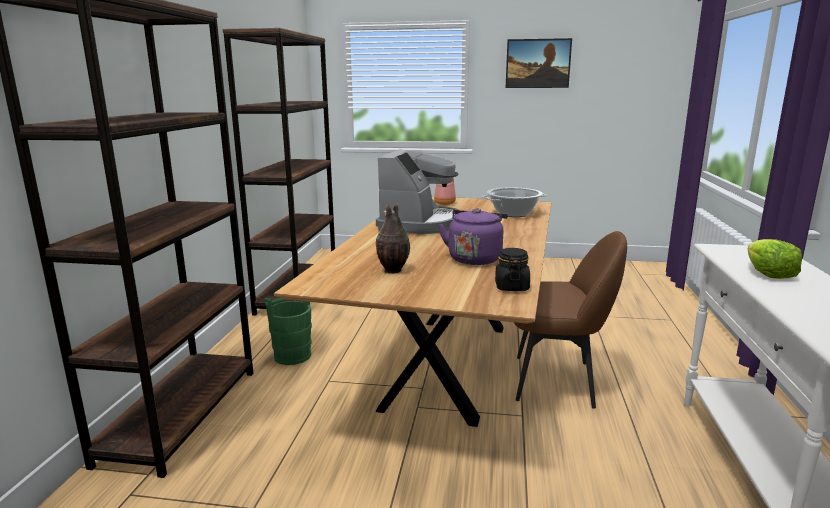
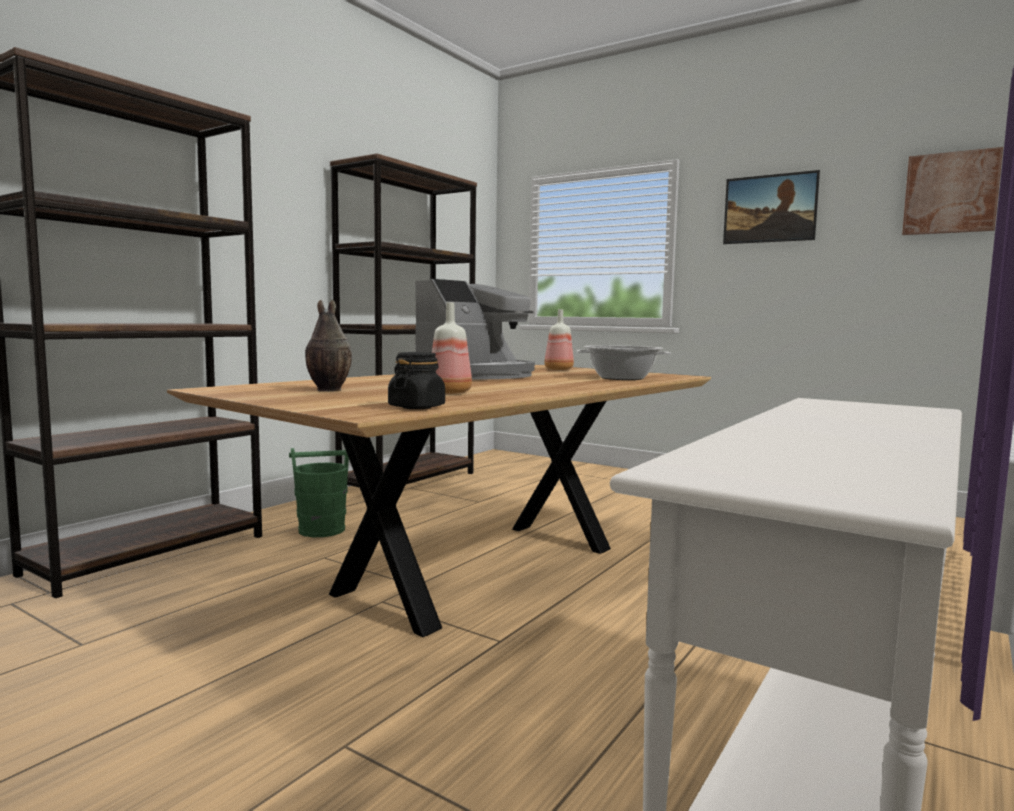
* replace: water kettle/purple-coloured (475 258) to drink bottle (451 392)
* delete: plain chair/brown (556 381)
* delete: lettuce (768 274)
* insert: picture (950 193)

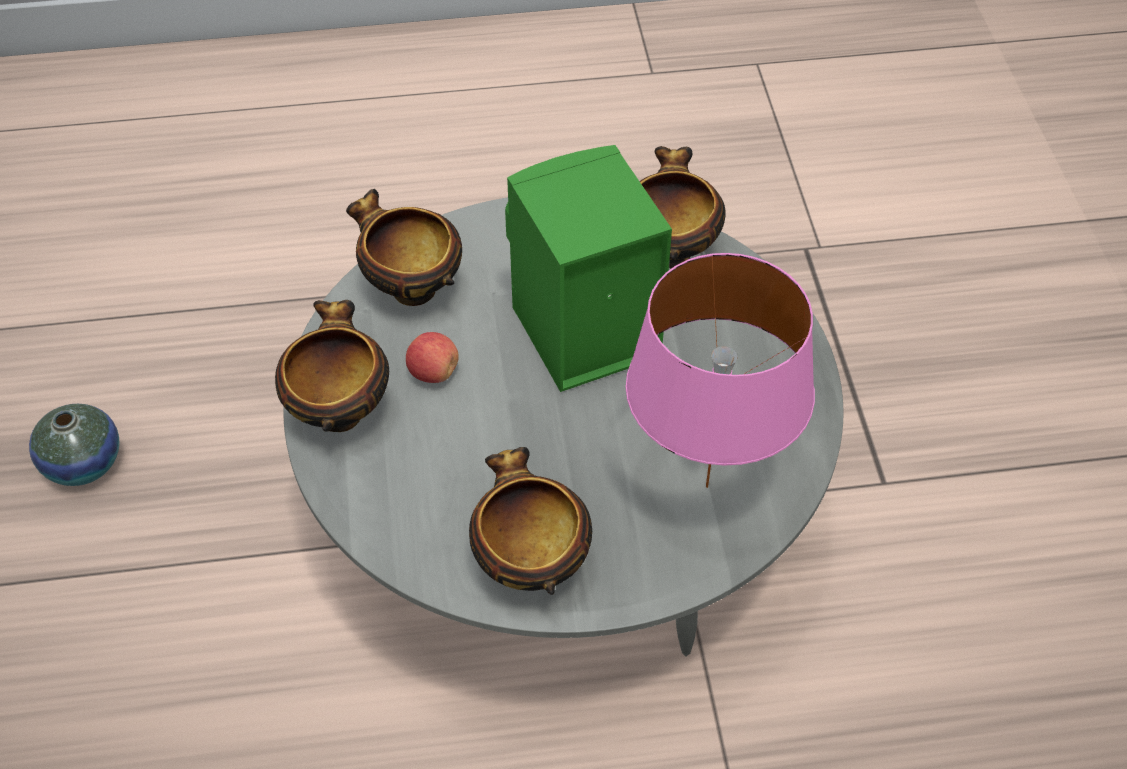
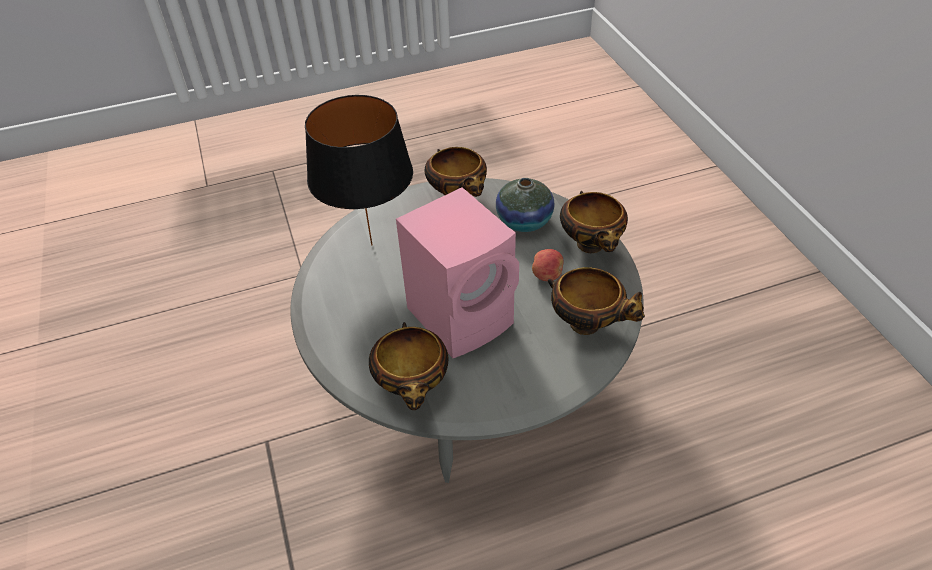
* move: flower vase (83 463) to (524 221)
* recolor: speaker/green-coloured (579 333) to speaker/pink (463 315)
* recolor: lamp for a table/pink (708 485) to lamp for a table/black (371 245)

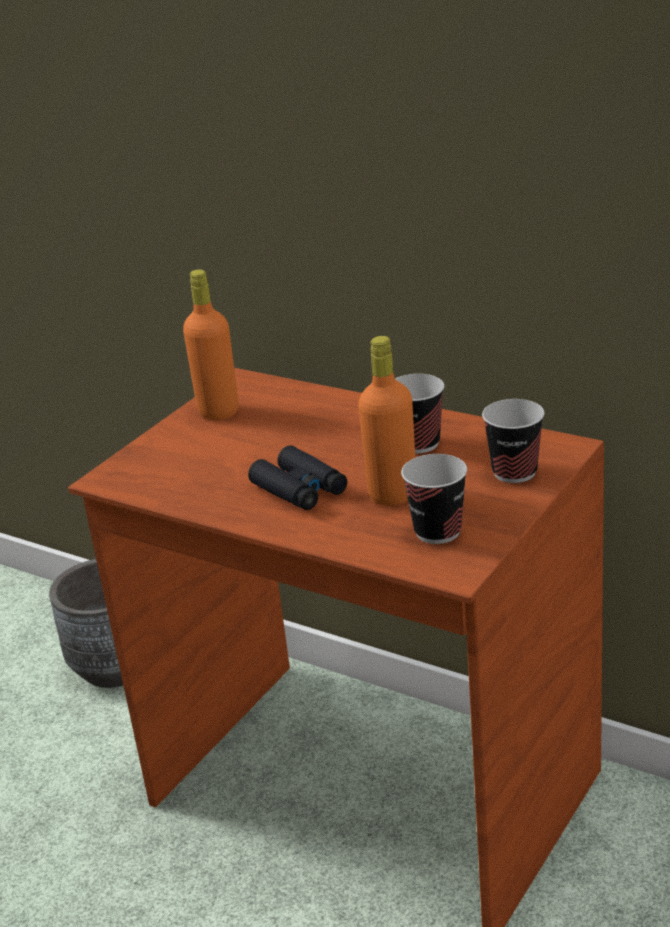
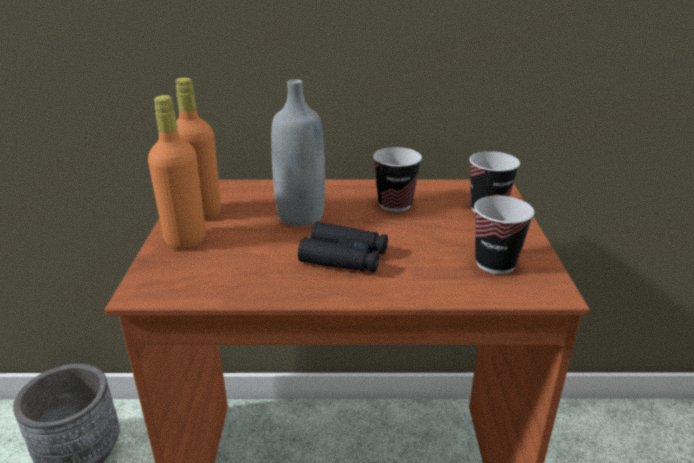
* move: drink bottle/orange-coloured (392 494) to (185 240)
* insert: drink bottle/greyish (300 216)

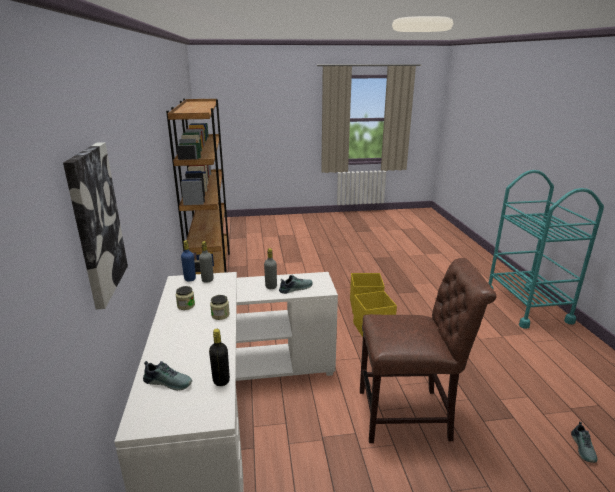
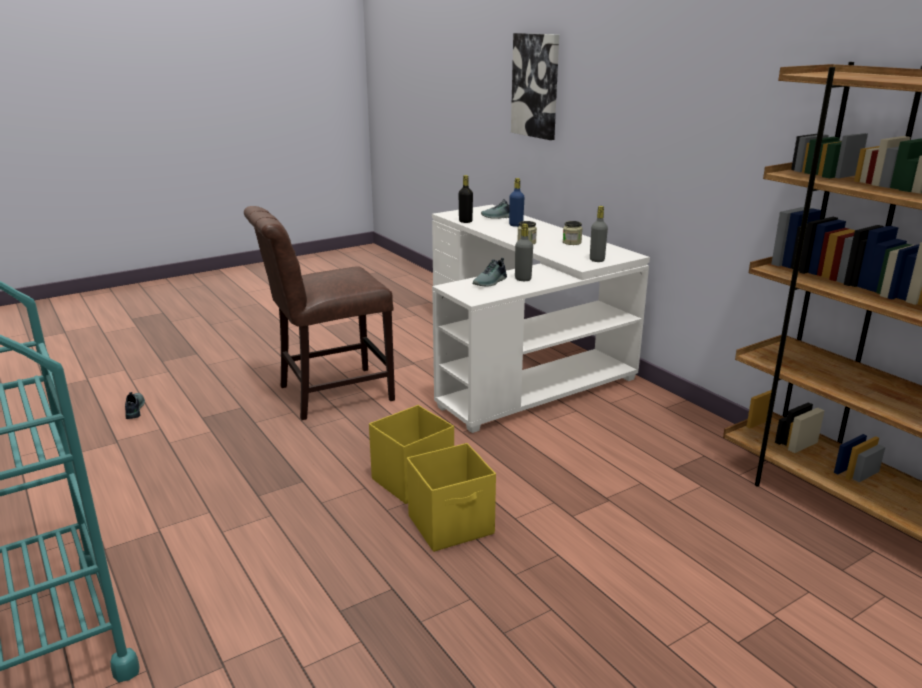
* move: drink bottle/bluish (190 279) to (516 225)

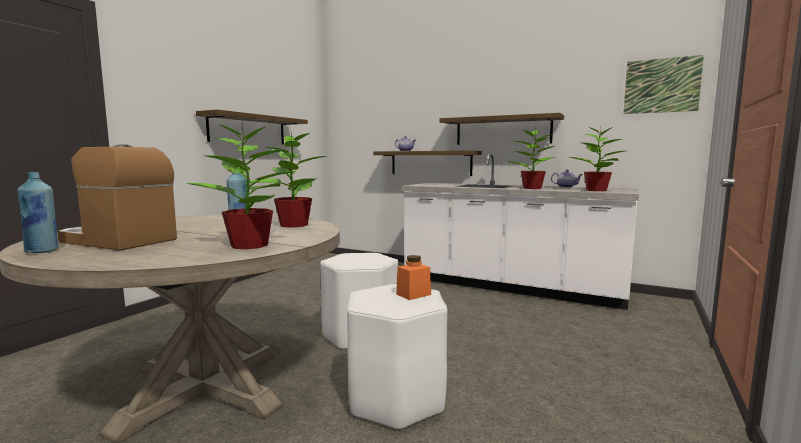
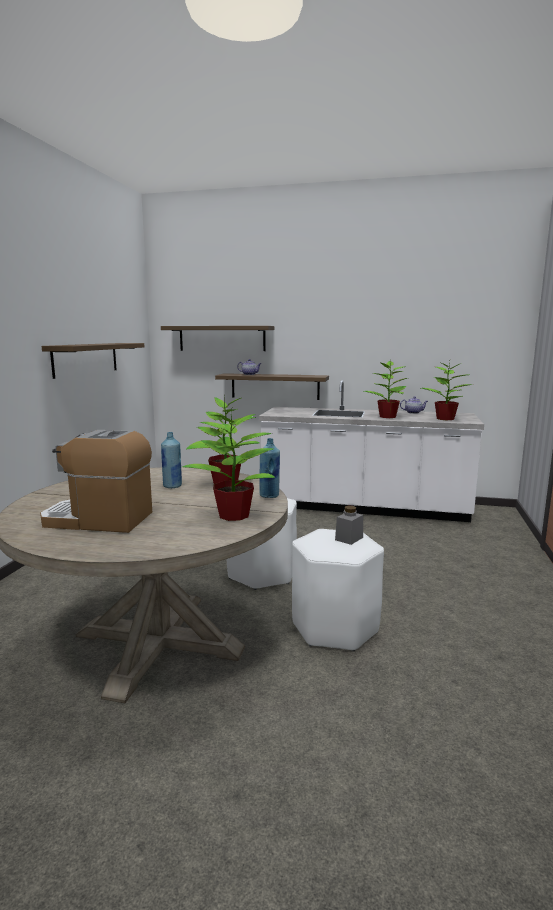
* move: drink bottle/bluish (42 251) to (269 496)
* recolor: jar/orange-coloured (413 294) to jar/greyish (349 538)
* move: wall shelf (502 131) to (222 338)
* delete: picture (661 85)

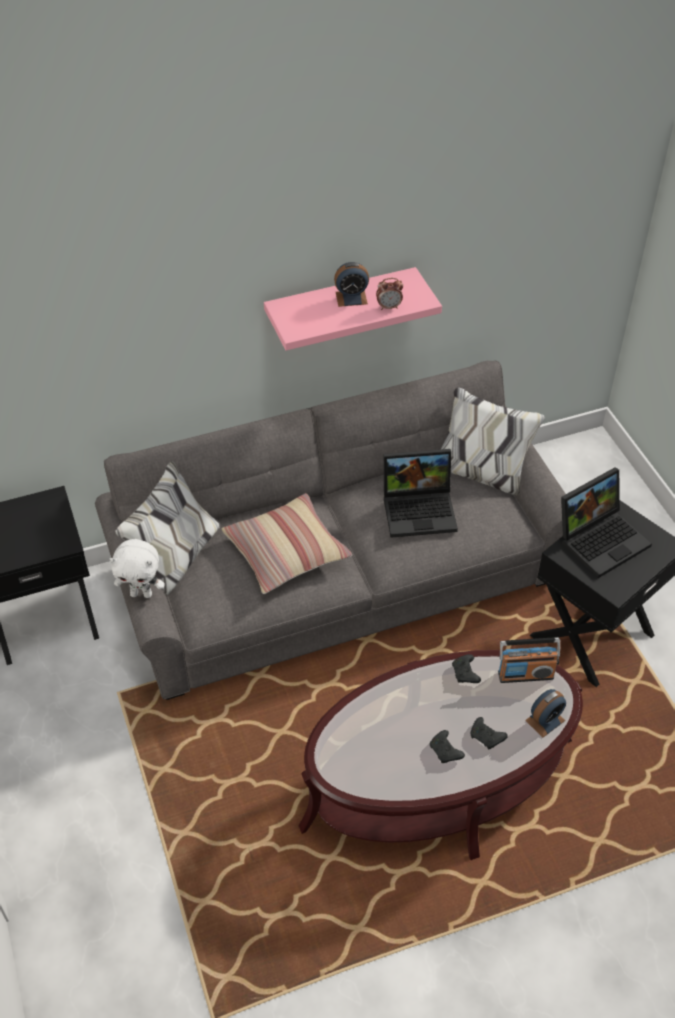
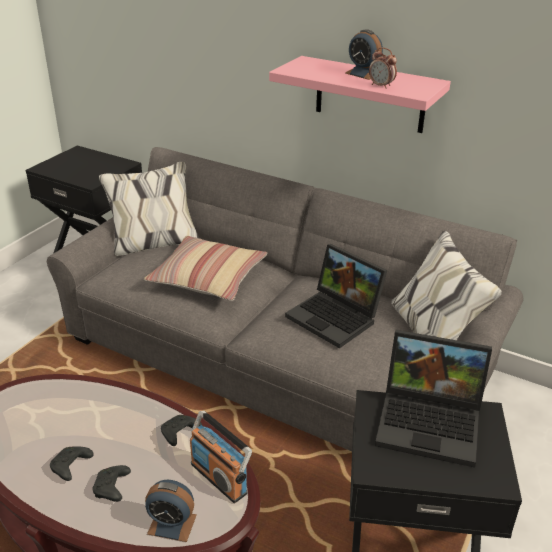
* delete: soft toy/white (142 593)

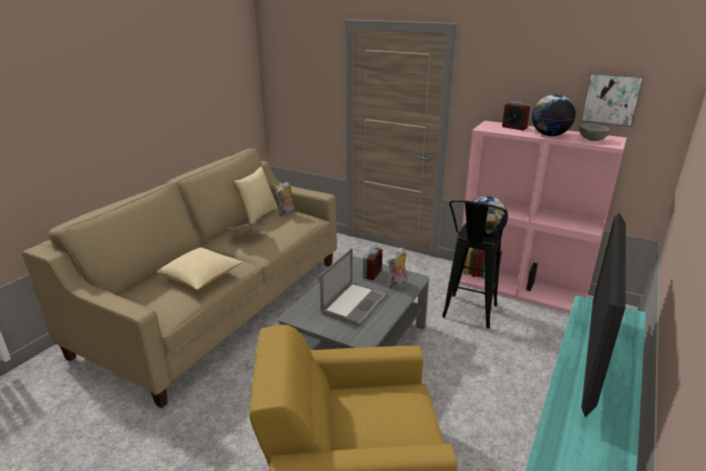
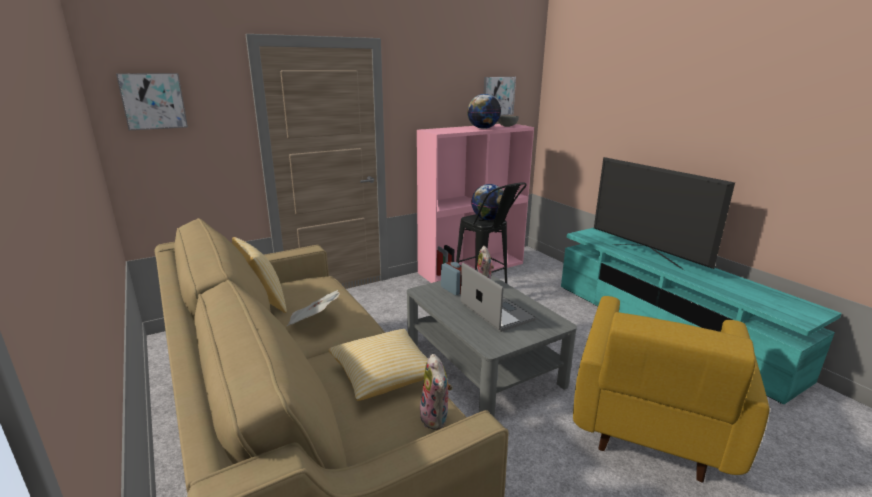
* move: soft toy (286 214) to (436 418)
* delete: table clock (514 127)
* insert: picture (153 101)

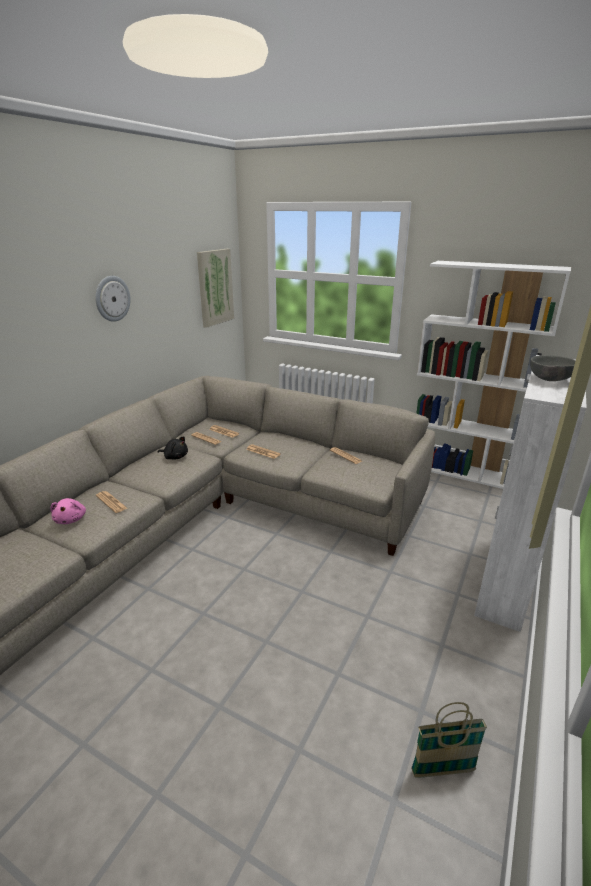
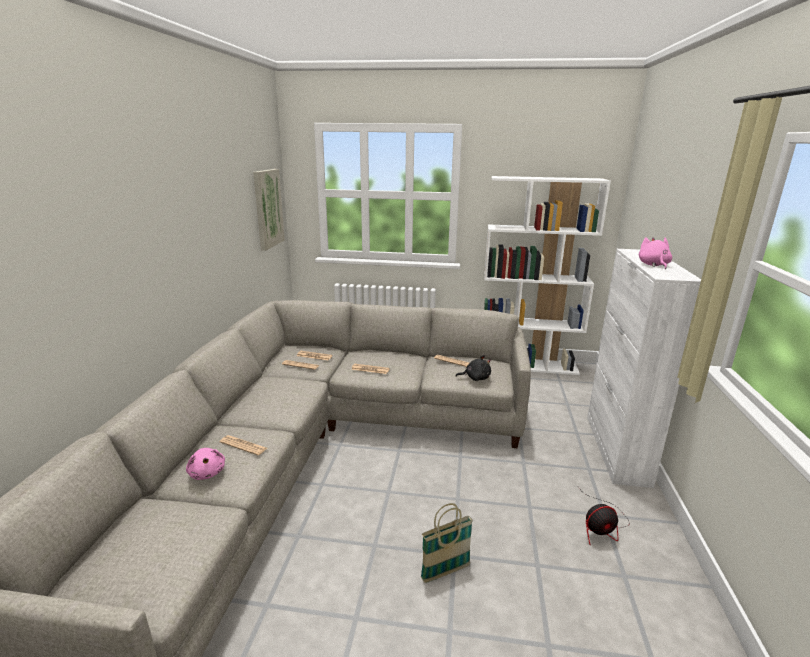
* delete: clock on the wall (112 298)
* move: soft toy/black (175 457) to (475 378)
* move: household basket (442 771) to (445 572)
* replace: bowl/greyish (549 380) to soft toy/pink (653 265)
* insert: fan (601 526)

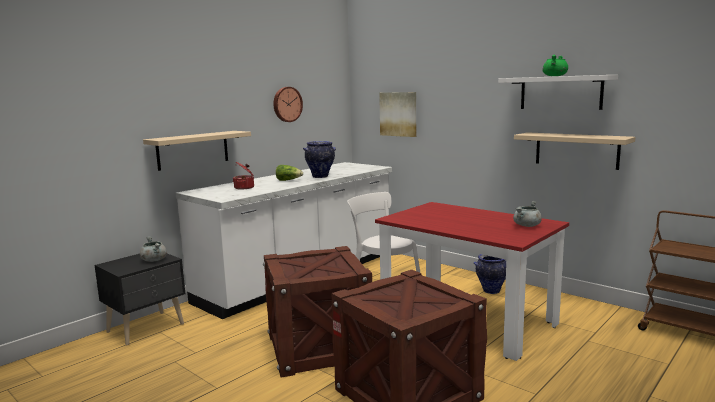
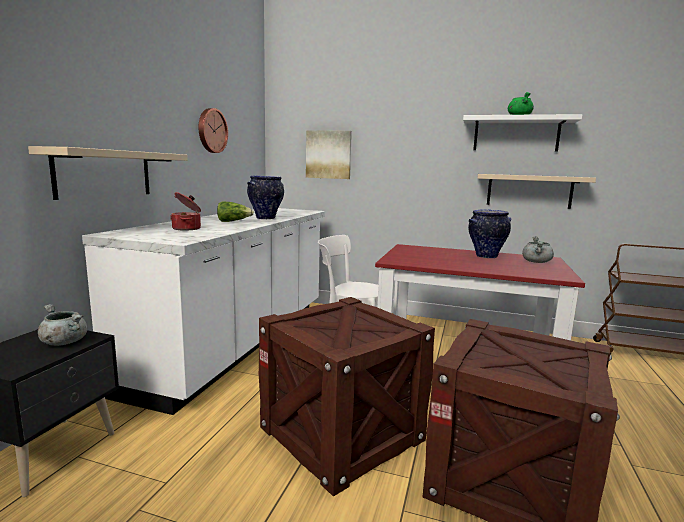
* move: flower vase (491 291) to (486 256)

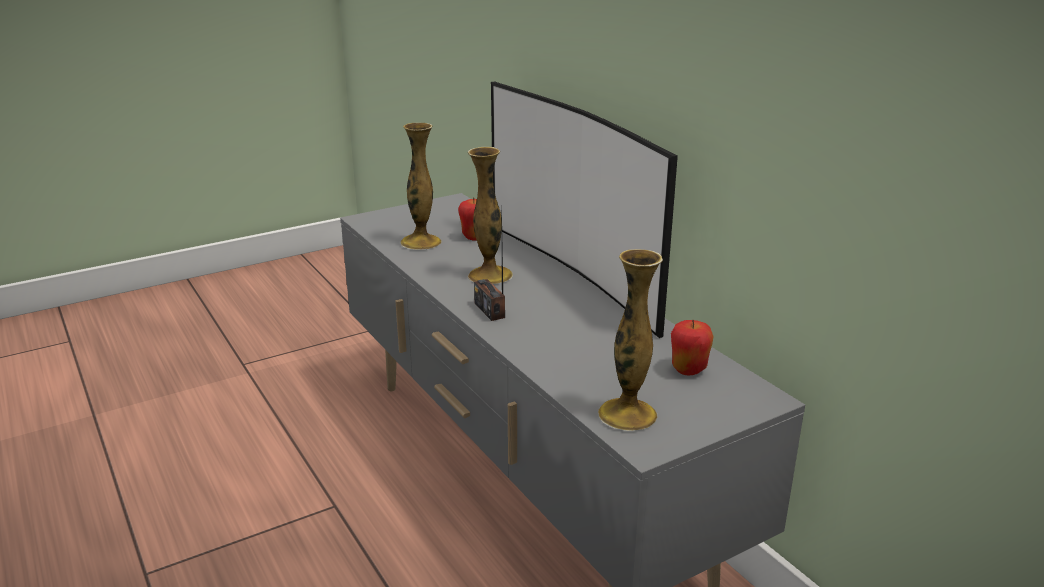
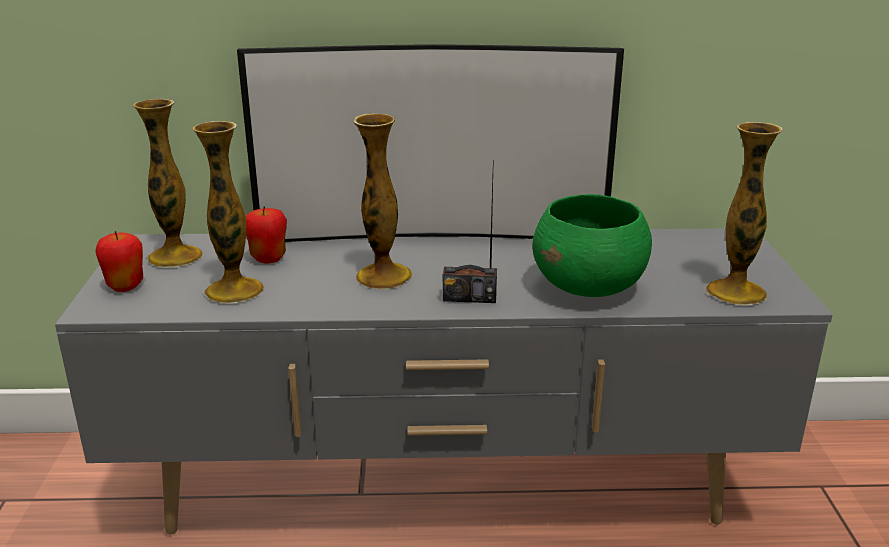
* move: apple fruit (688 370) to (125 286)
* insert: flower vase (175 257)
* insert: bowl/green-coloured (589 287)

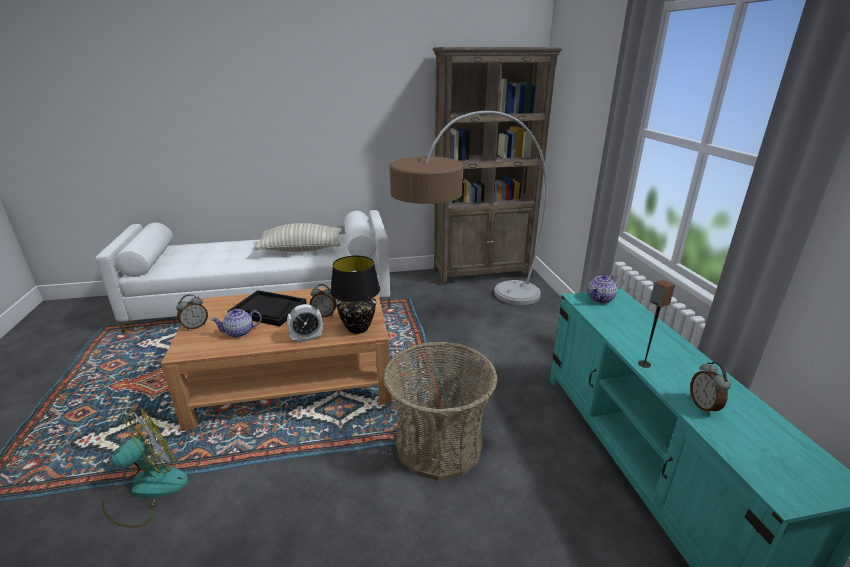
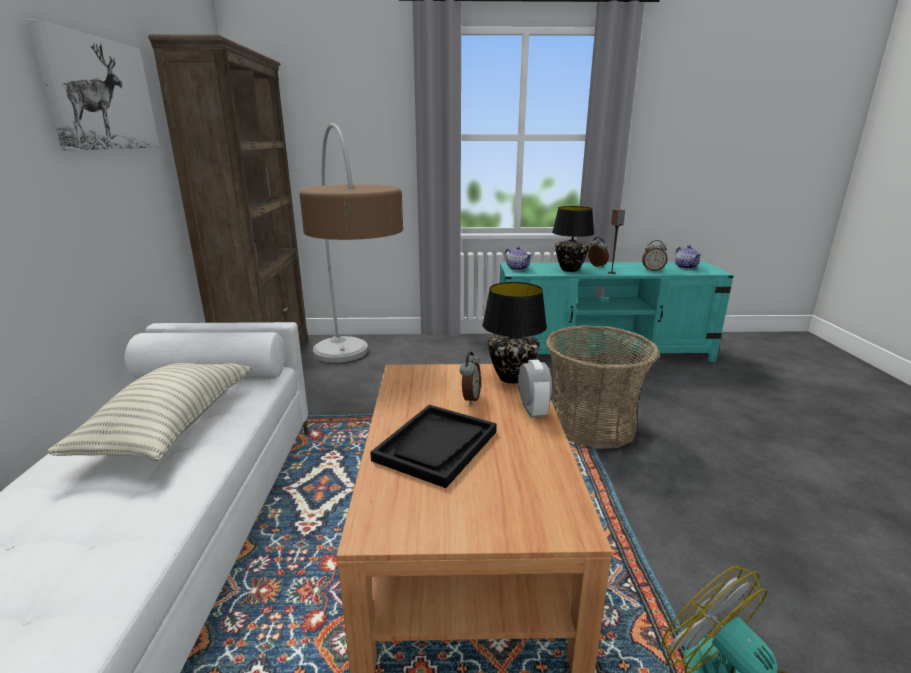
* move: table clock (195 326) to (596 266)
* move: teapot (240 332) to (685 267)
* insert: picture (99 94)
* insert: lamp for a table/black (570 269)

